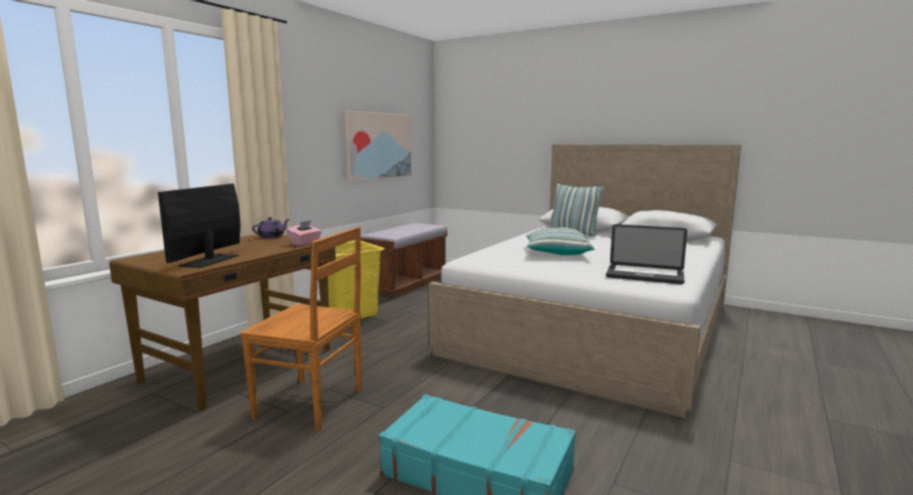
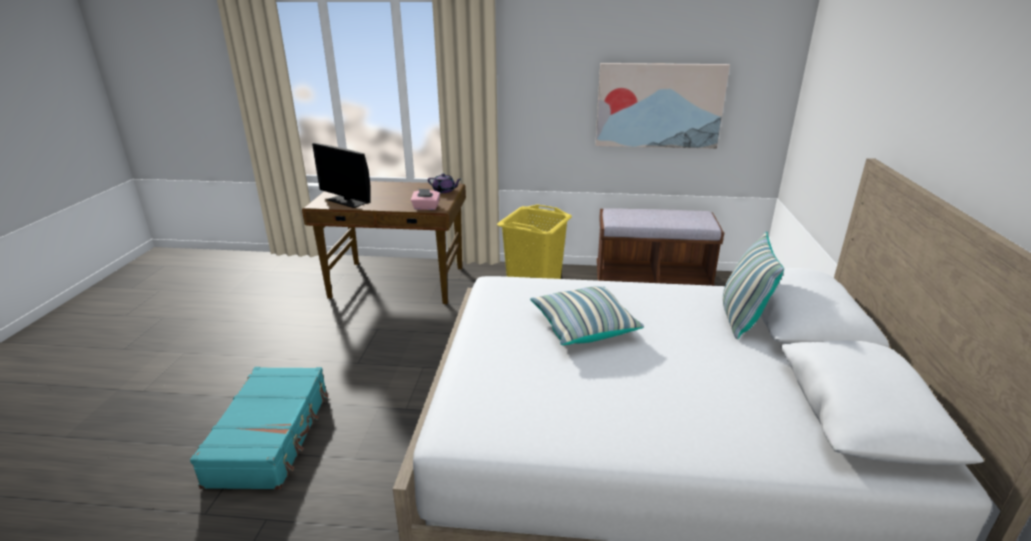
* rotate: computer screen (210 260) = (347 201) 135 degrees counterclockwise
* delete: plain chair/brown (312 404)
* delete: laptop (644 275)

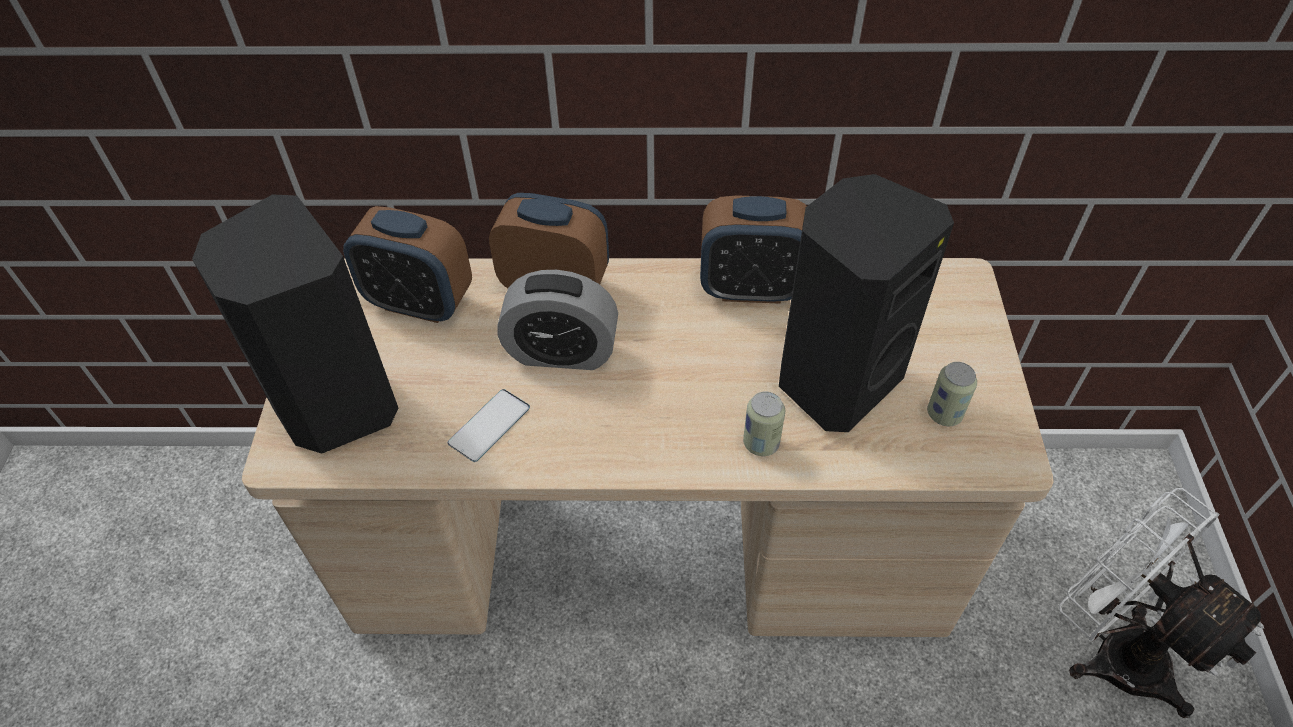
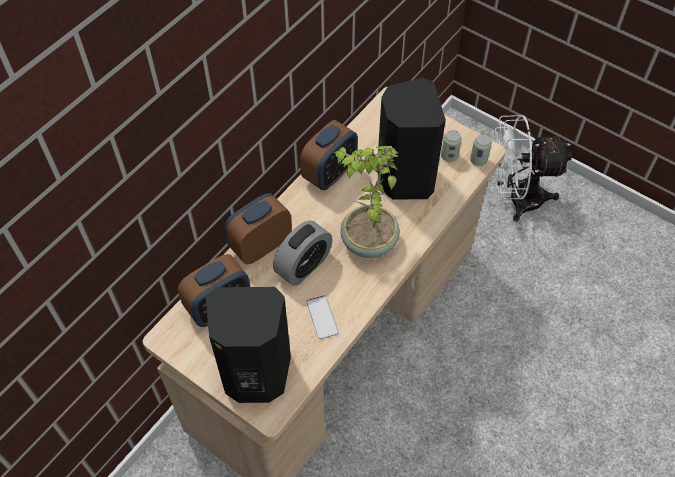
* move: sealed can (761 443) to (478 160)
* insert: plant in a pot (367 242)

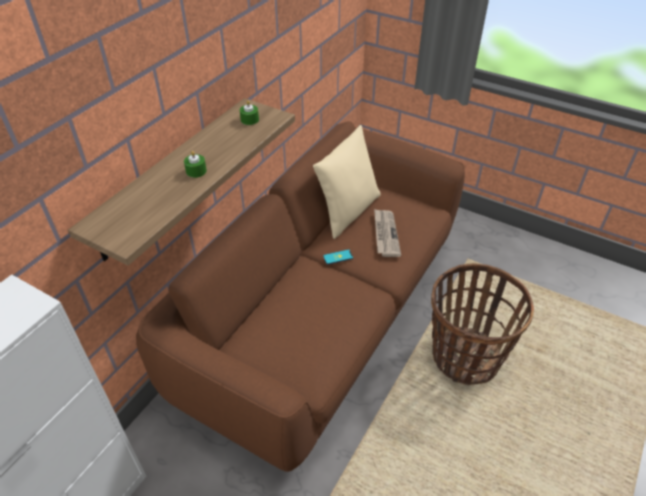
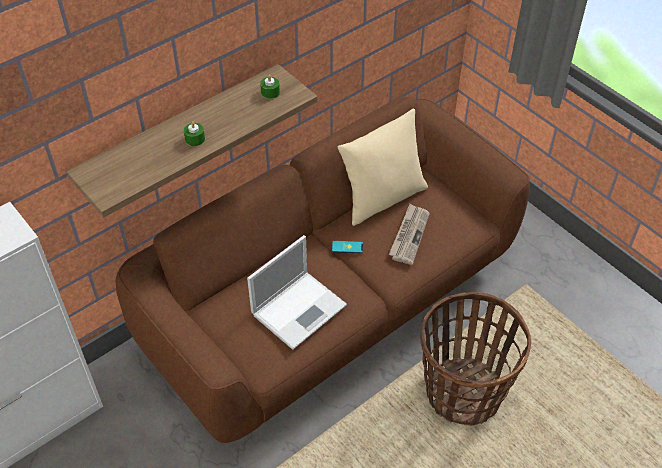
* insert: laptop (300 308)

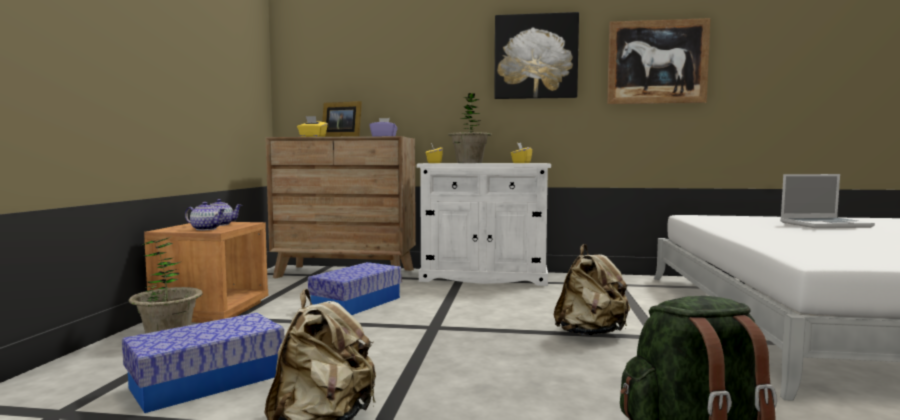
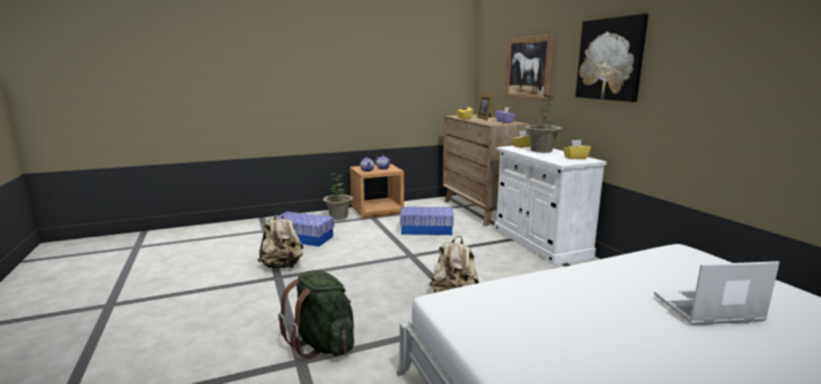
* move: picture (657 62) to (528 68)
* rotate: laptop (825 225) = (707 309) 120 degrees clockwise

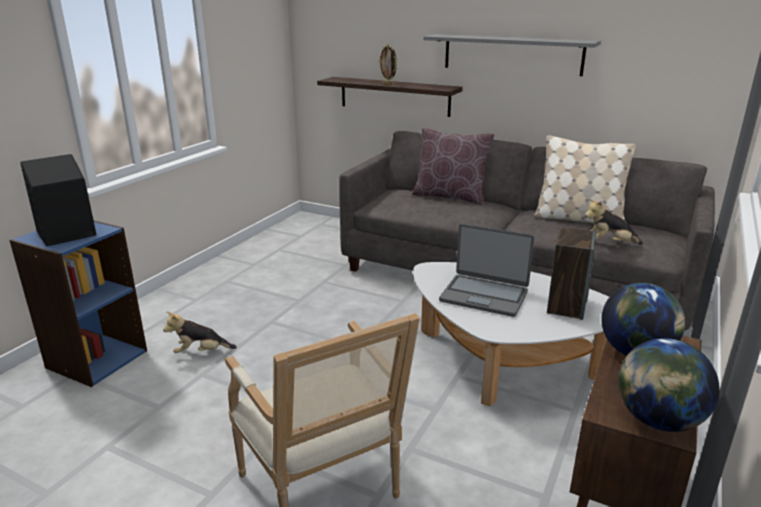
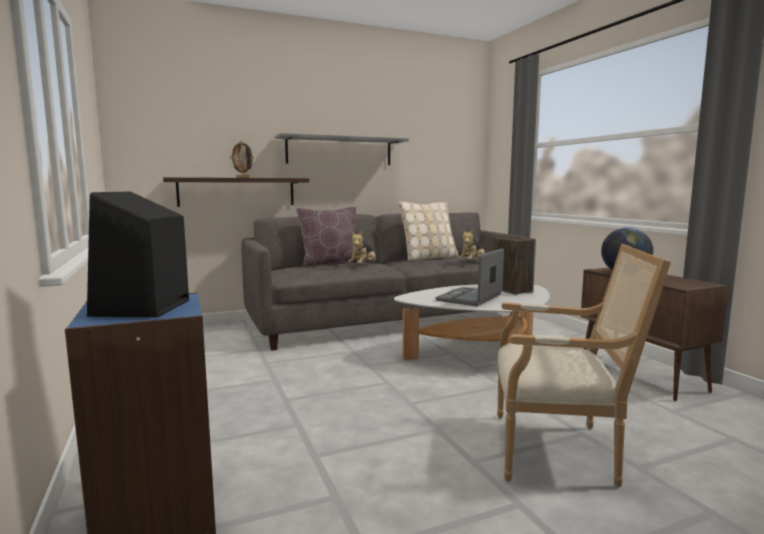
* move: soft toy (201 352) to (363 265)
* rotate: laptop (484 296) = (470 298) 150 degrees clockwise
* delete: desk globe (657 420)

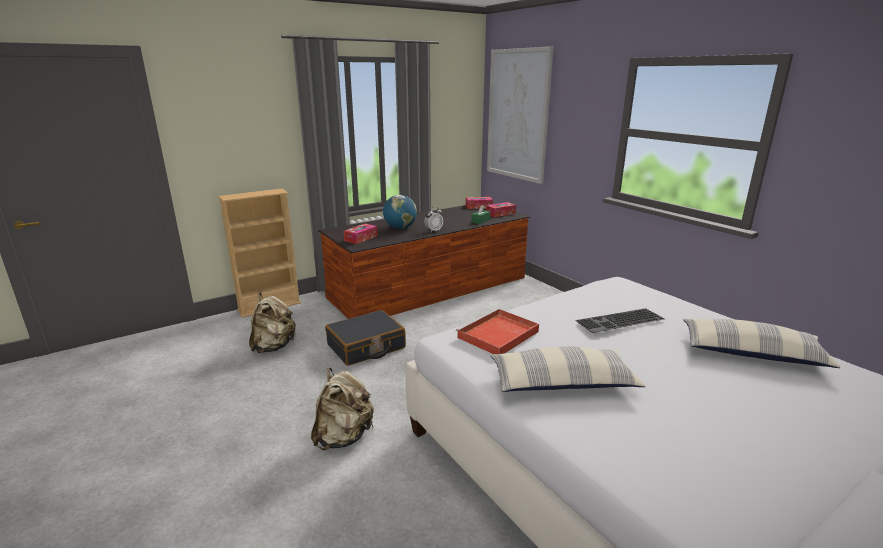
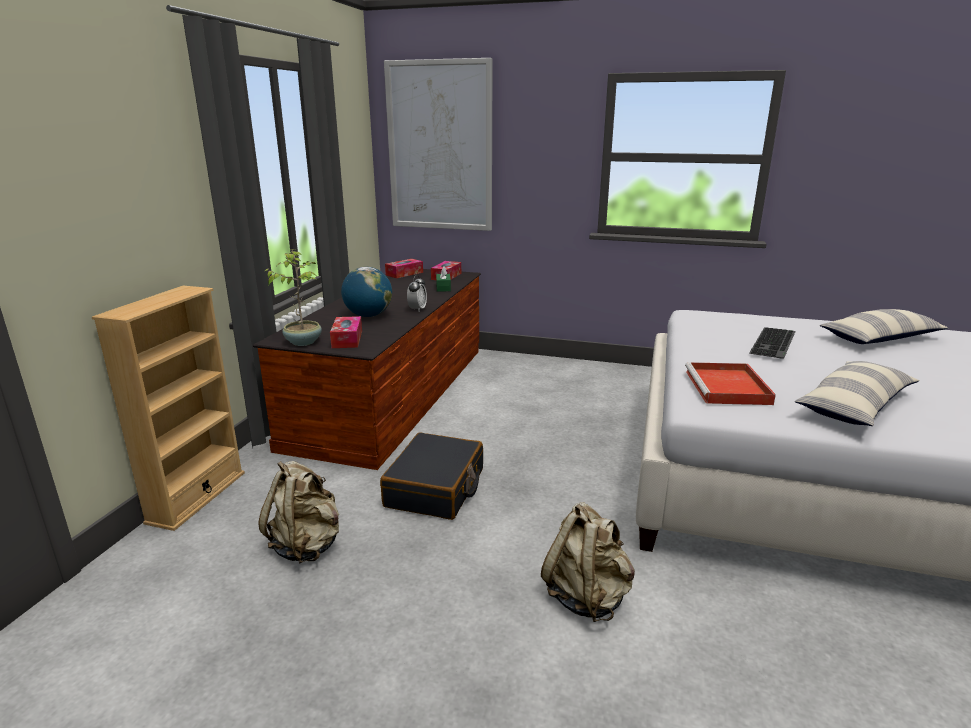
* insert: plant in a pot (303 342)

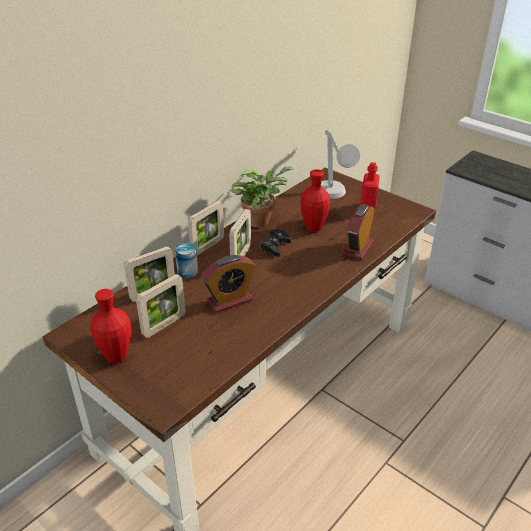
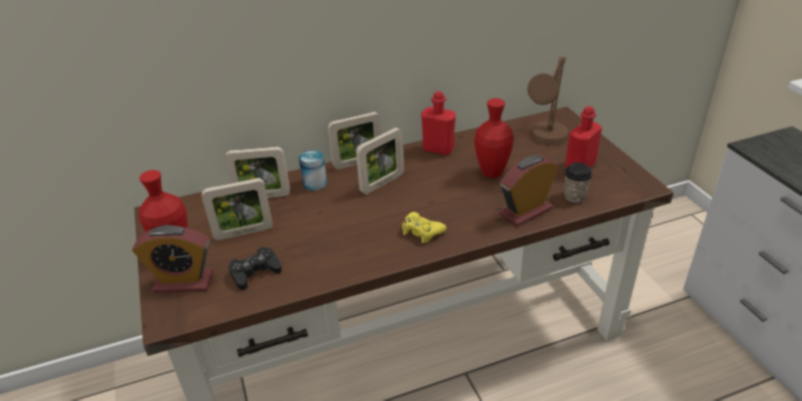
* move: table clock (229 300) to (183 282)
* replace: plant in a pot (260 220) to drink bottle/red (438 149)
* move: gamepad/black (275 246) to (255 272)
* recolor: lamp for a table/greyish (333 199) to lamp for a table/brown (544 145)
* insert: gamepad/yellow (421 231)
* insert: cup (574 196)

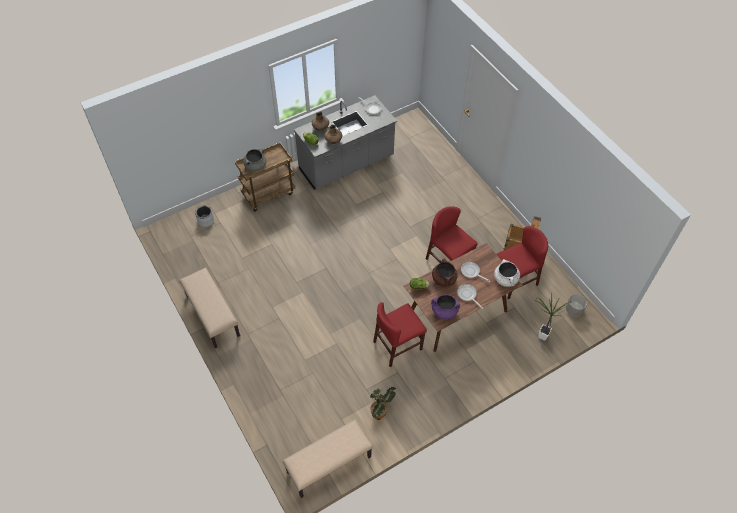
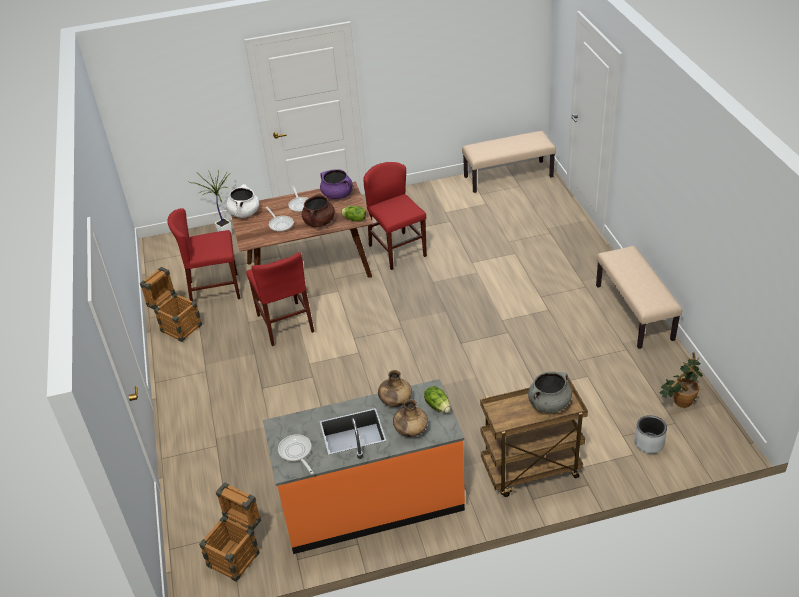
* recolor: counter/greyish (346 164) to counter/orange-coloured (371 501)
* move: plant in a pot (381 412) to (678 403)
* rotate: plain chair/red (397 345) = (397 251) 105 degrees counterclockwise
* delete: plant pot/greyish (574 310)
* insert: packing crate (237 554)

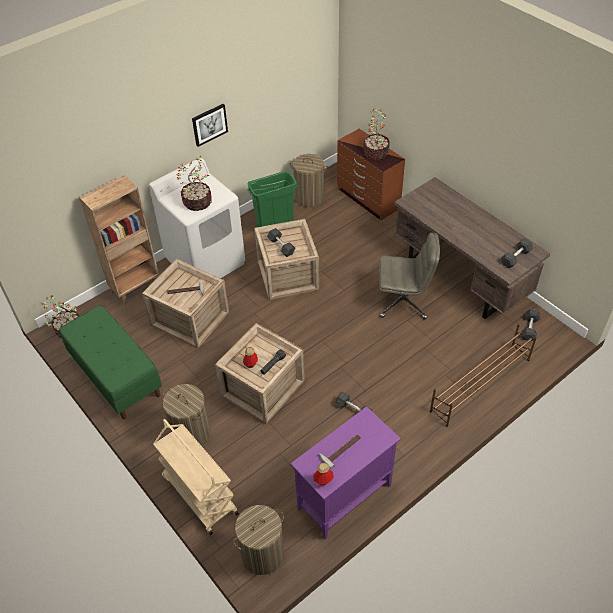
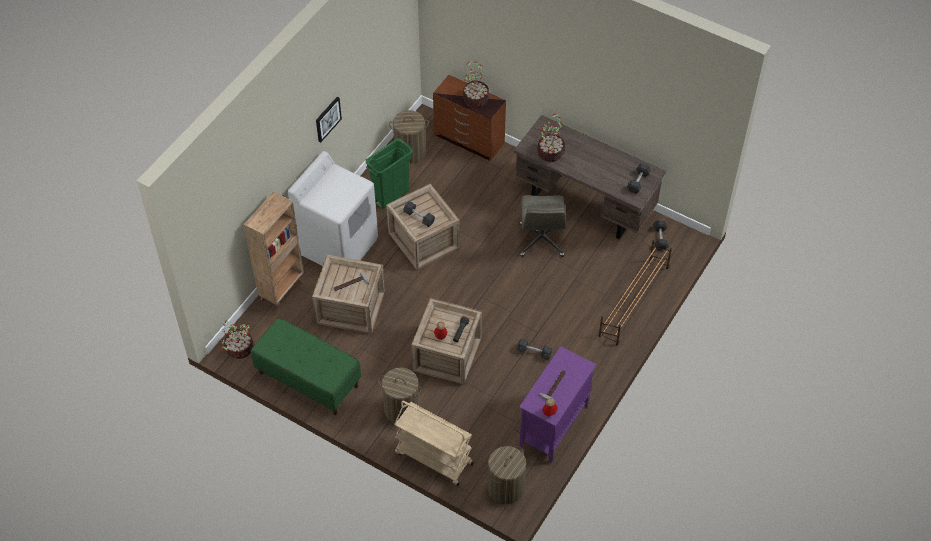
* move: plant in a pot (198 202) to (550 152)
* rotate: computer chair/greyish (403 301) = (541 240) 105 degrees clockwise

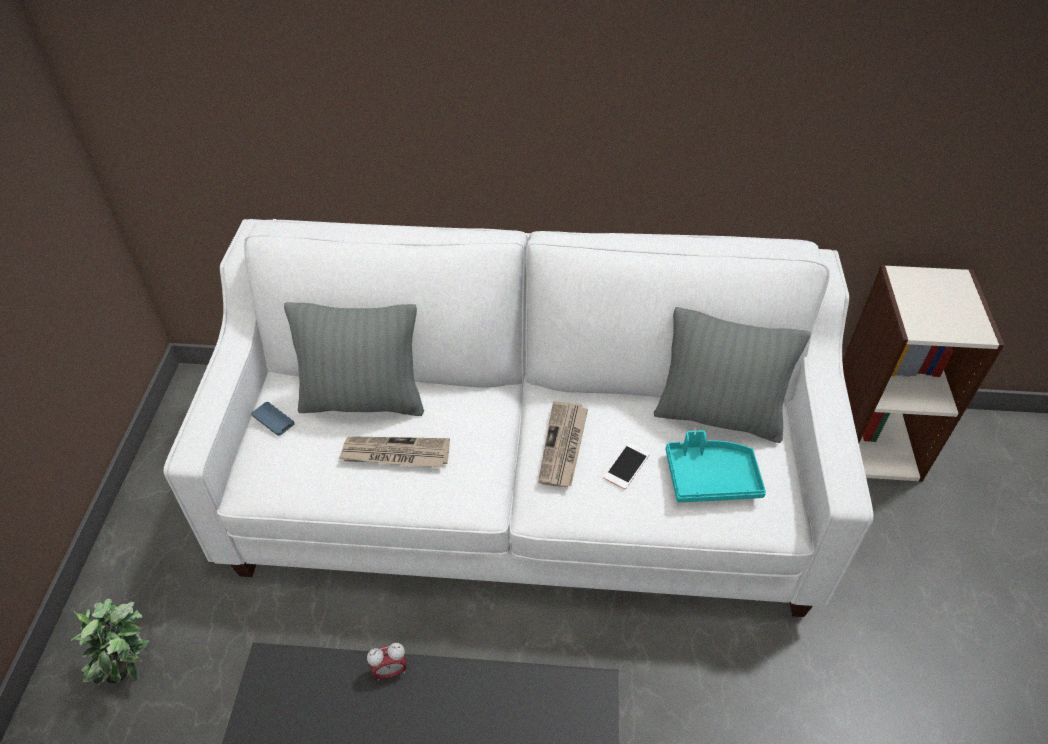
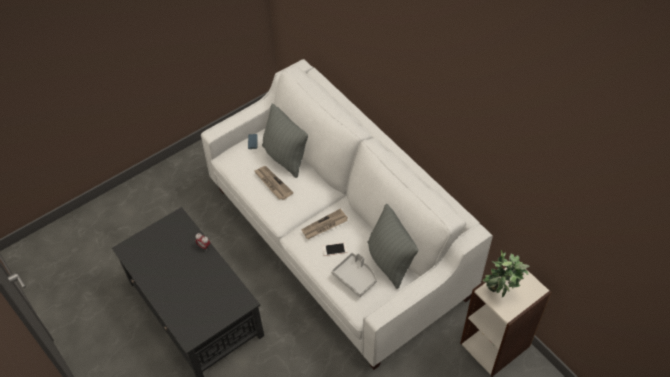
* move: plant in a pot (134 671) to (500 292)
* recolor: serving tray/blue-green (711 478) to serving tray/greyish (355 277)

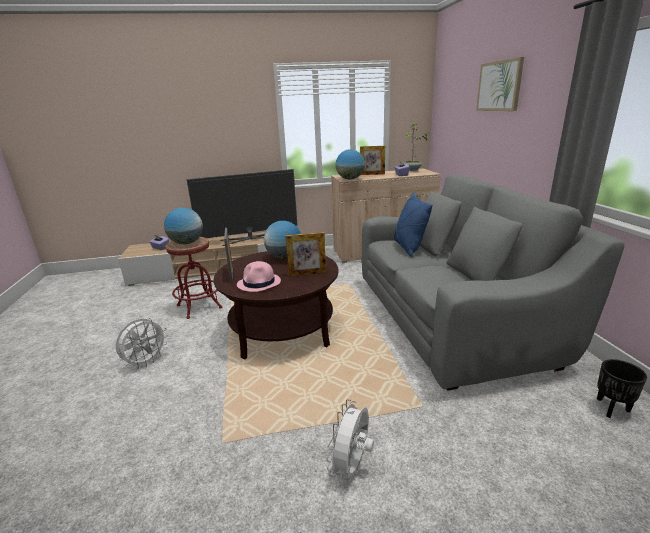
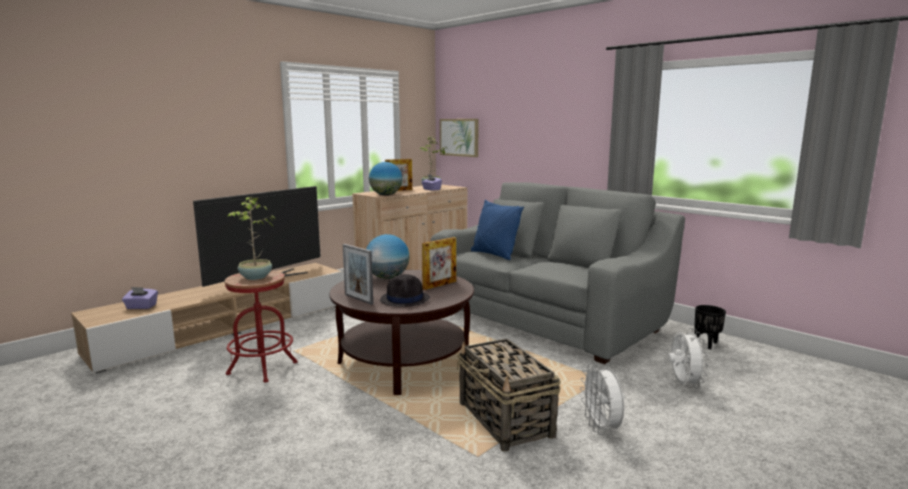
* move: fan/white (146 362) to (683 384)
* replace: desk globe (186 243) to plant in a pot (255 277)
* recolor: wearable hat/pink (259 283) to wearable hat/black (405 299)
* move: picture (499 86) to (459 137)
* insert: household basket (505 420)

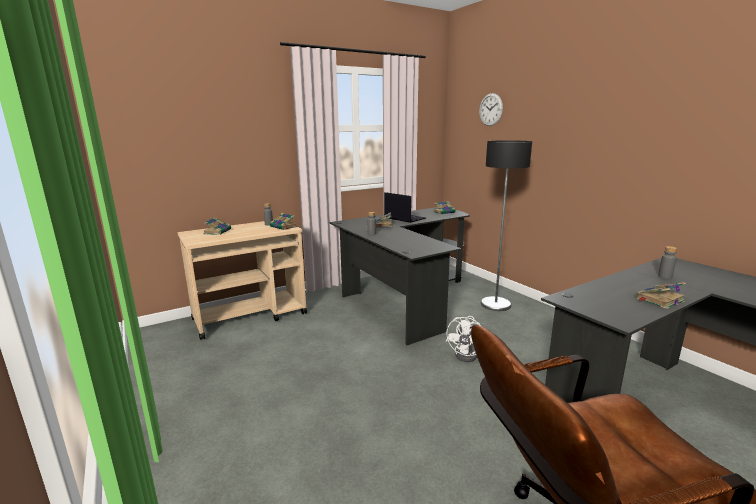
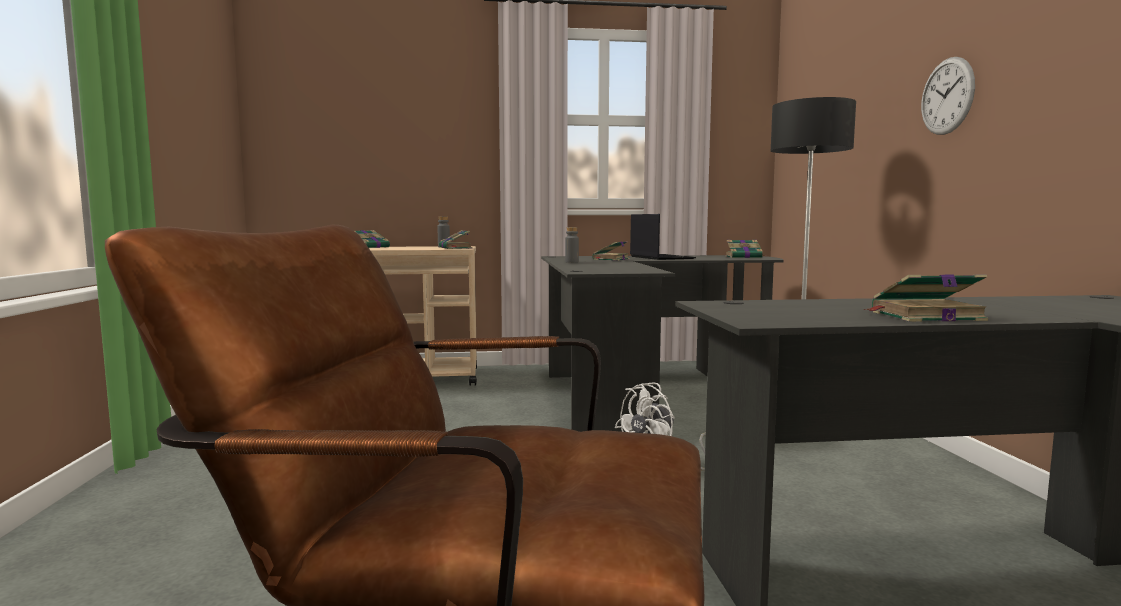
* move: clock on the wall (490 109) to (947 96)
* delete: drink bottle/greyish (665 276)

